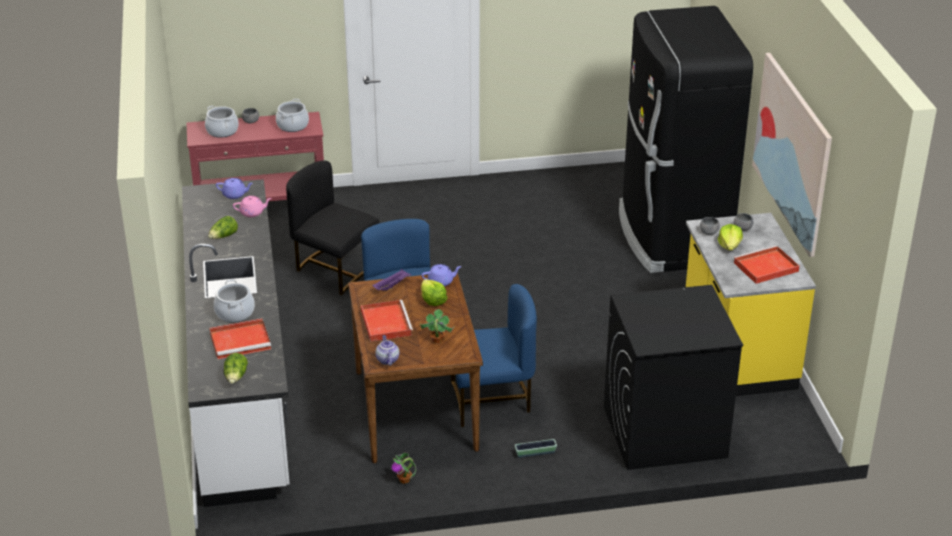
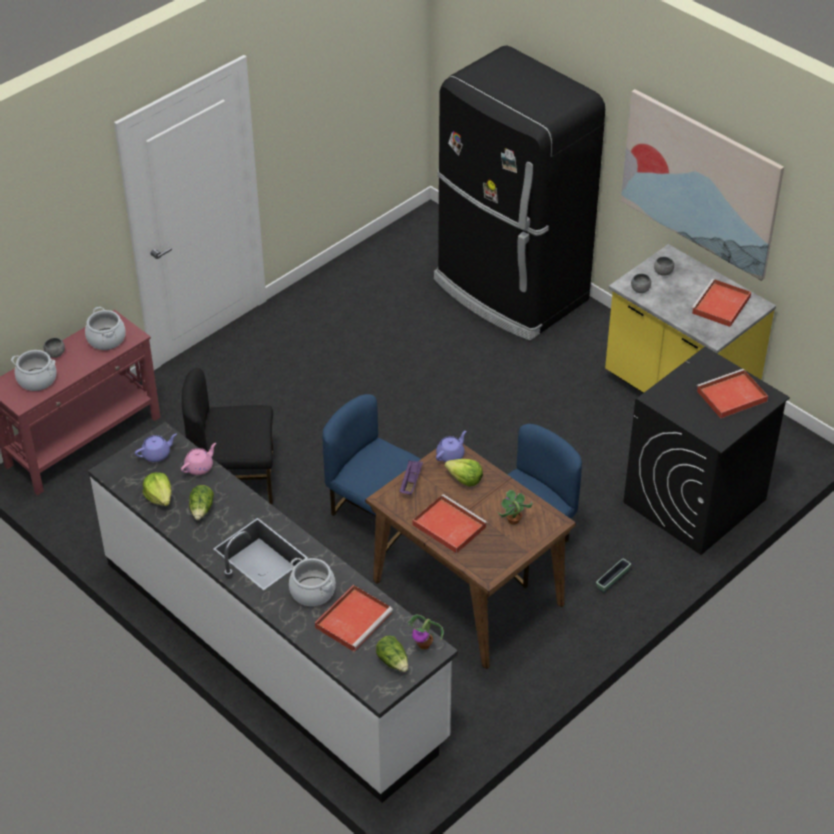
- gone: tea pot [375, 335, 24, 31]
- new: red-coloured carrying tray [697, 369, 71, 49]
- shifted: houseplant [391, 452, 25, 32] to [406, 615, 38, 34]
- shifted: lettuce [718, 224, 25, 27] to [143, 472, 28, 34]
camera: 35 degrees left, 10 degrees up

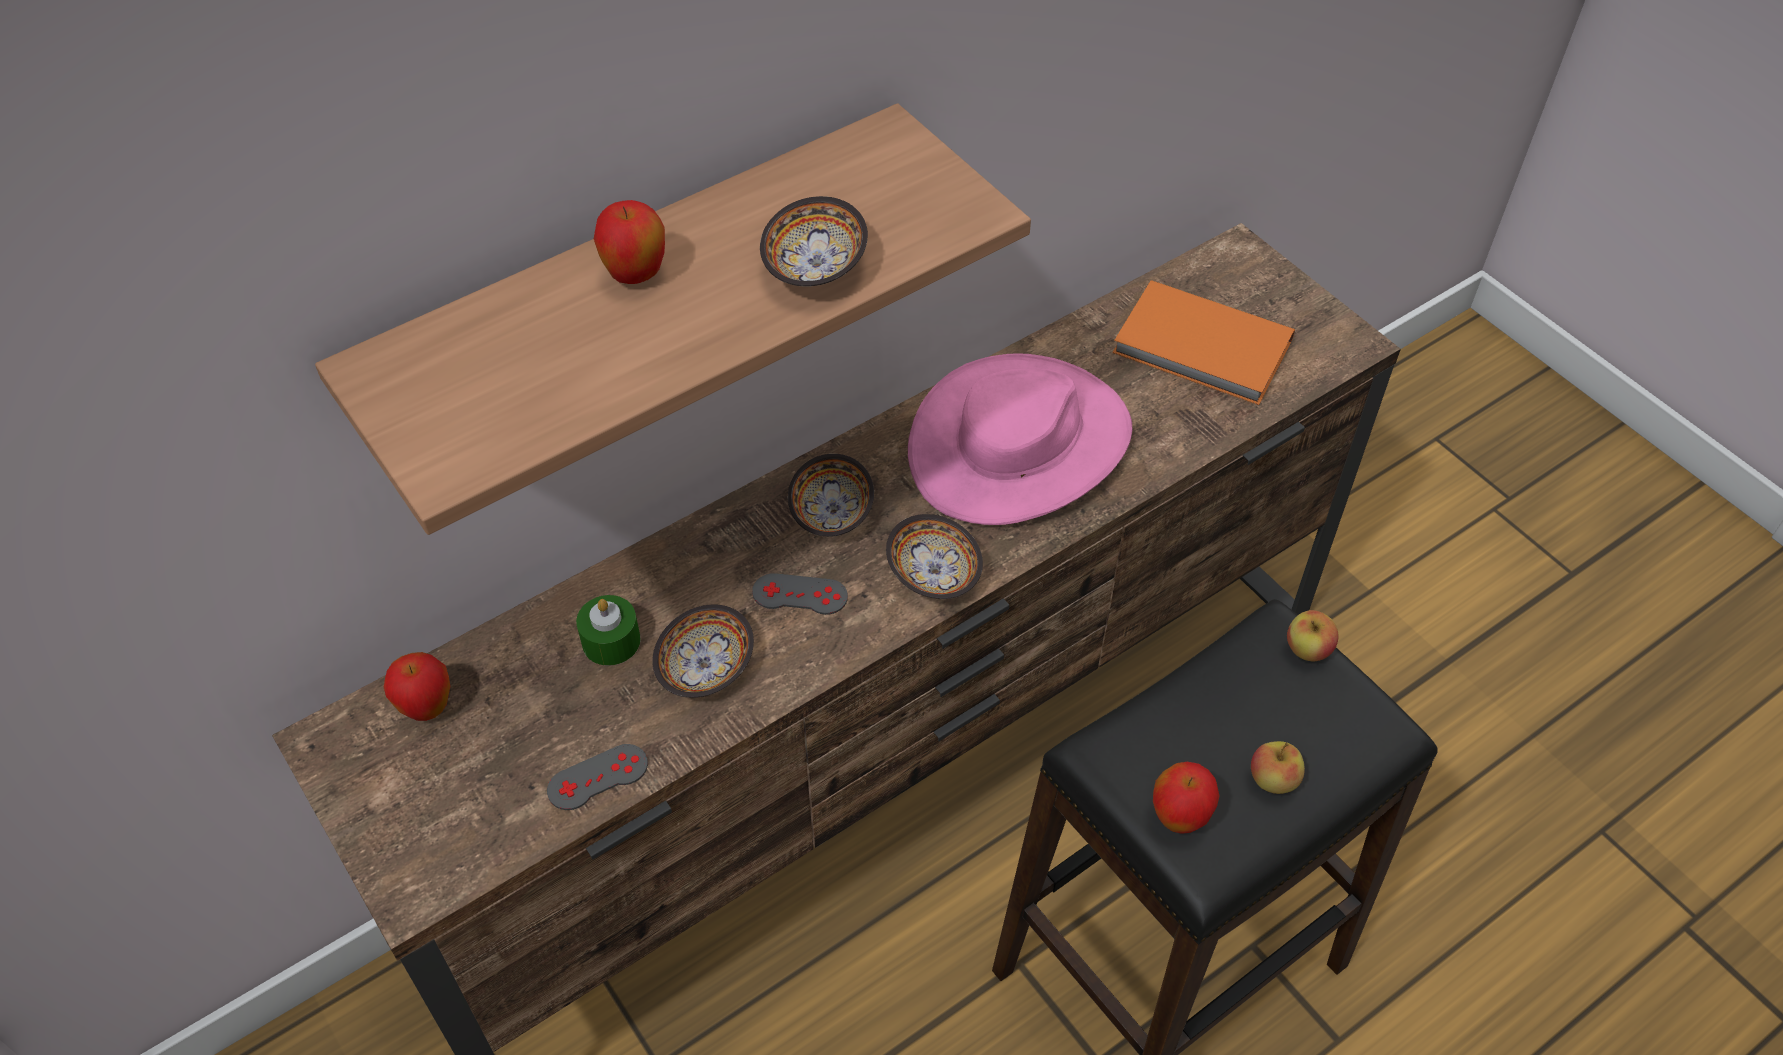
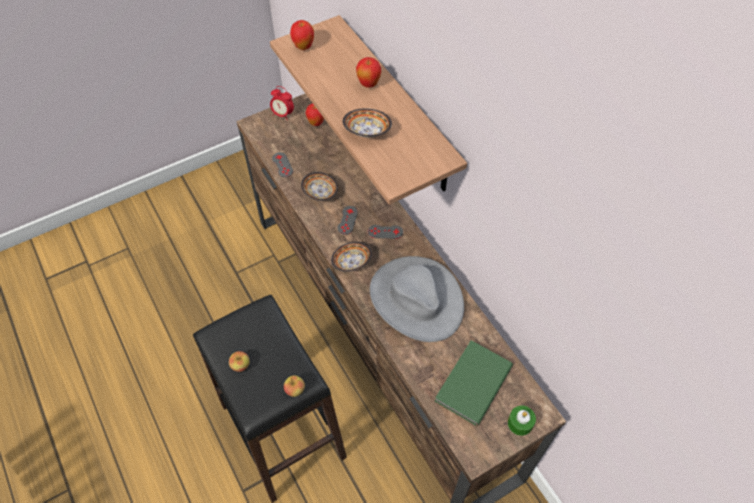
- new: table clock [270, 86, 24, 35]
- shifted: greenish wax light [576, 595, 65, 71] to [508, 406, 28, 30]
- shifted: whole apple [1153, 762, 67, 72] to [290, 20, 24, 30]
- swapped: serving bowl [788, 454, 86, 83] to greyish joypad [368, 225, 35, 14]
- repainted: pinkish clothing hat [908, 353, 224, 172] to greyish clothing hat [370, 256, 94, 86]
- repainted: orangey bound book [1112, 280, 183, 125] to greenish bound book [435, 340, 78, 86]
camera: 95 degrees right, 5 degrees up

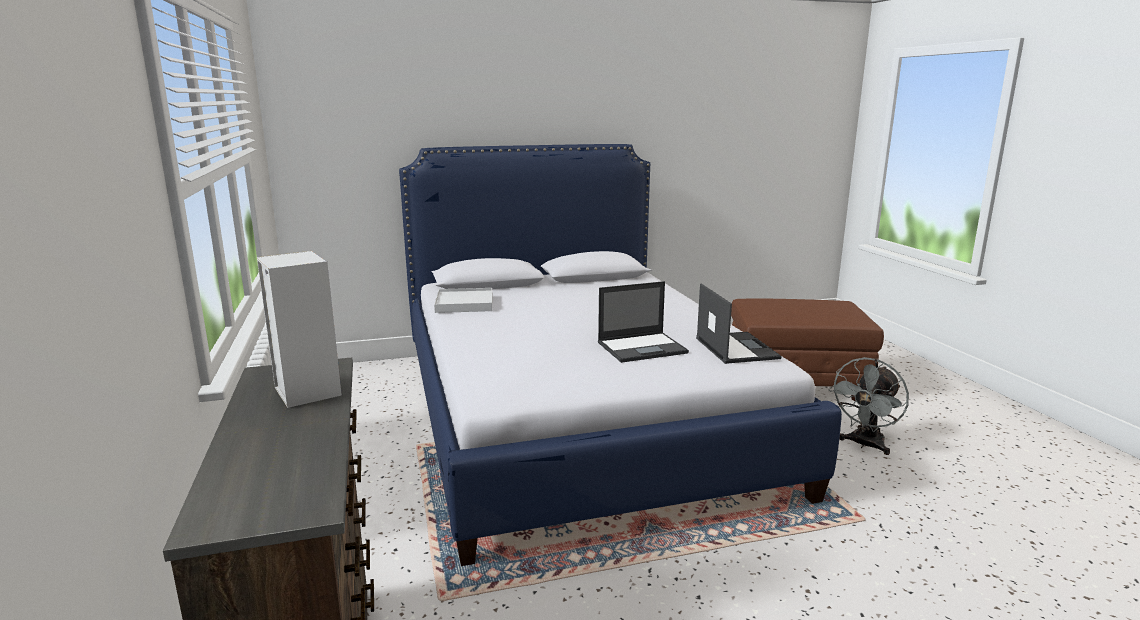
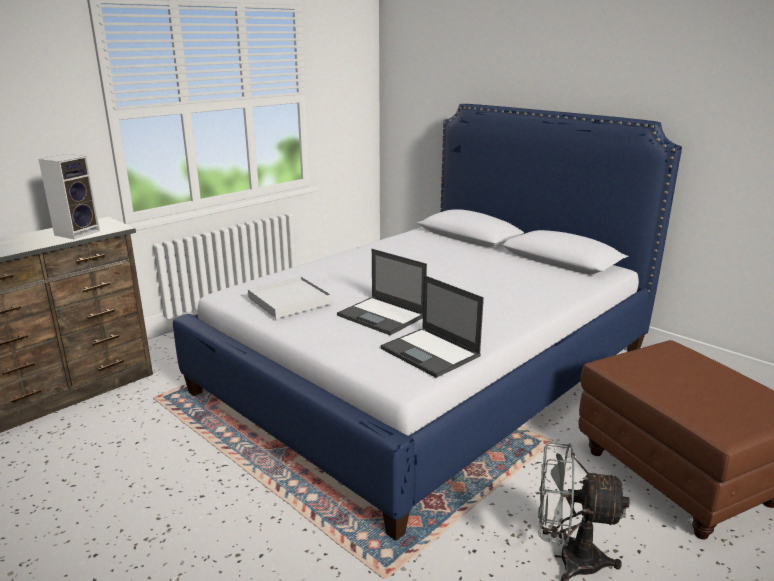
- shifted: white-coloured carrying tray [434, 288, 59, 25] to [248, 277, 84, 41]
- rotated: notebook computer [696, 283, 86, 81] = [380, 275, 104, 103] 90 degrees clockwise
camera: 60 degrees right, 5 degrees up

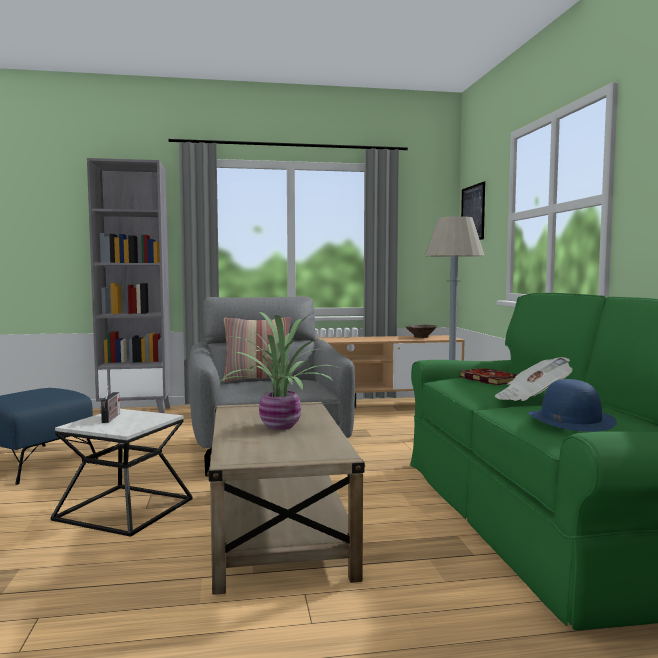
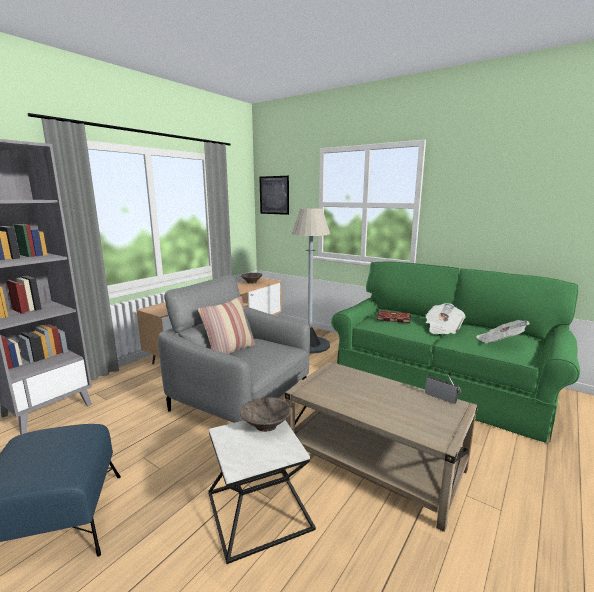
- gone: houseplant [218, 312, 121, 118]
- new: brown-coloured serving bowl [240, 397, 51, 35]
- shifted: radio set [101, 385, 19, 38] to [425, 374, 36, 30]
- swapped: bluish clothing hat [528, 379, 89, 53] to newspaper [476, 320, 54, 23]
camera: 45 degrees left, 10 degrees up

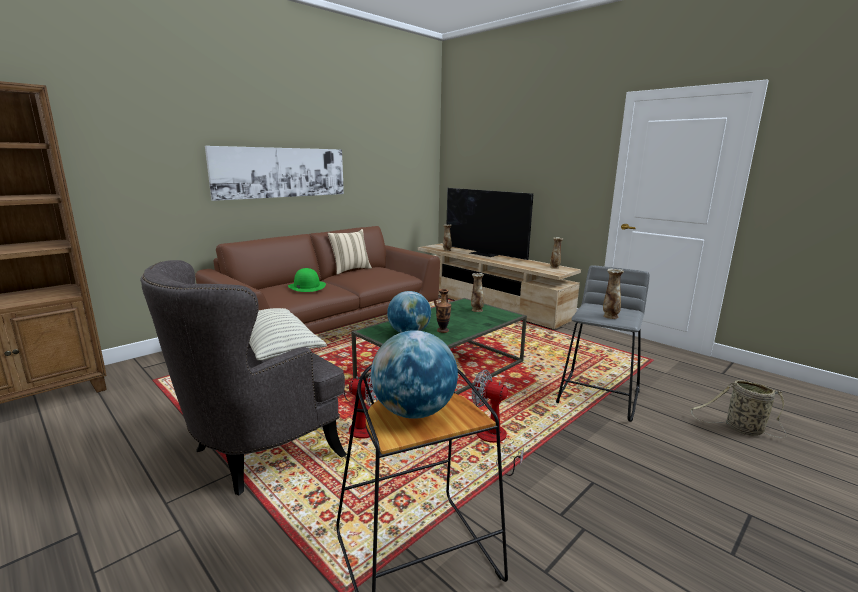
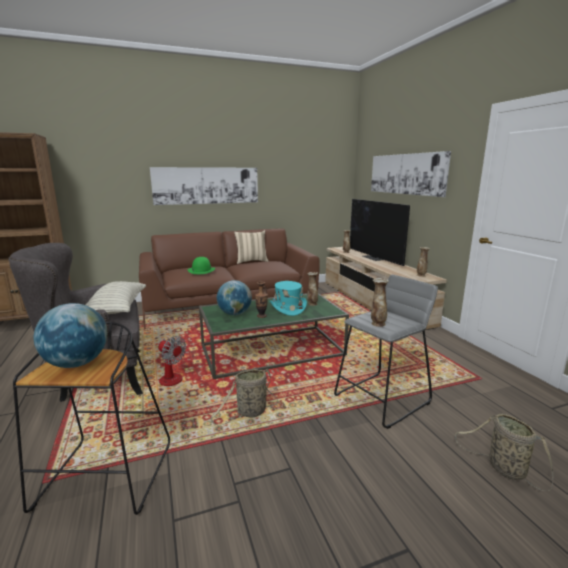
- new: turquoise clothing hat [270, 281, 37, 35]
- new: wall picture [371, 151, 80, 46]
- swapped: electric fan [472, 369, 52, 107] to basket [210, 369, 68, 57]
camera: 25 degrees right, 0 degrees up

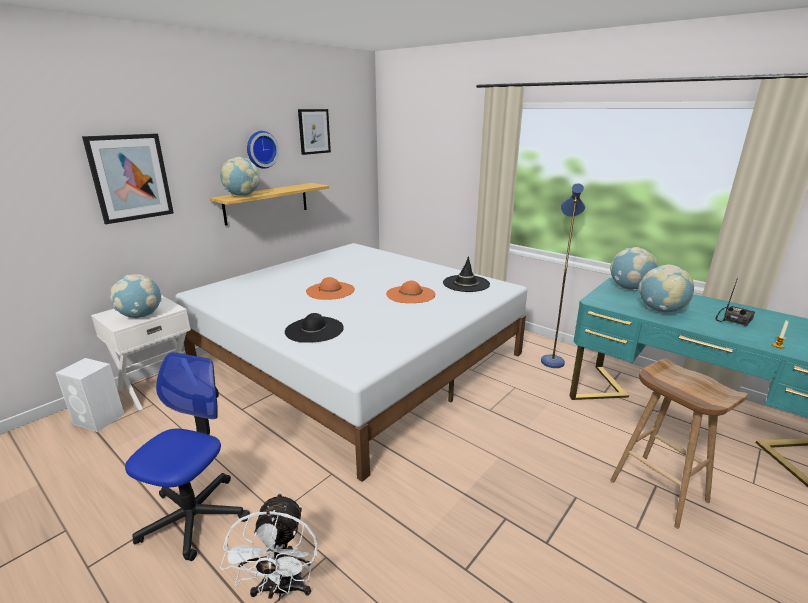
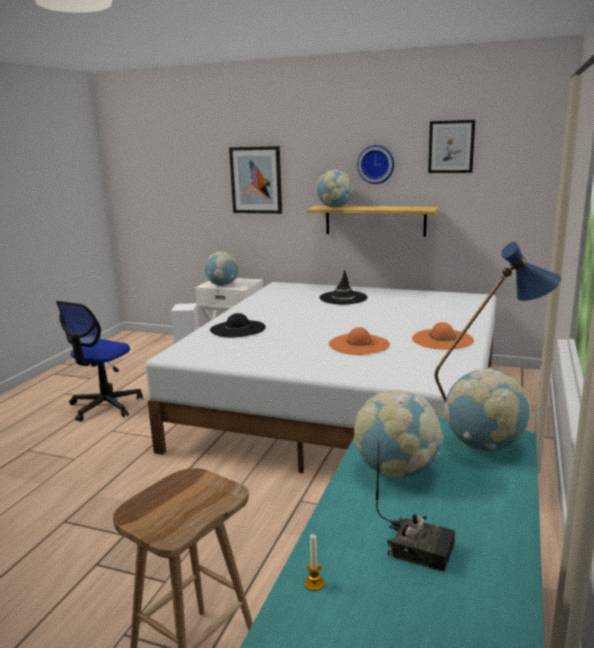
- gone: white-coloured electric fan [220, 492, 98, 108]
- shifted: orangey clothing hat [306, 277, 49, 23] to [412, 322, 62, 27]
- shifted: black-coloured clothing hat [443, 256, 47, 36] to [319, 270, 48, 34]
- rotated: desk chair [125, 352, 125, 209] = [56, 301, 87, 121] 120 degrees clockwise
camera: 70 degrees right, 5 degrees down

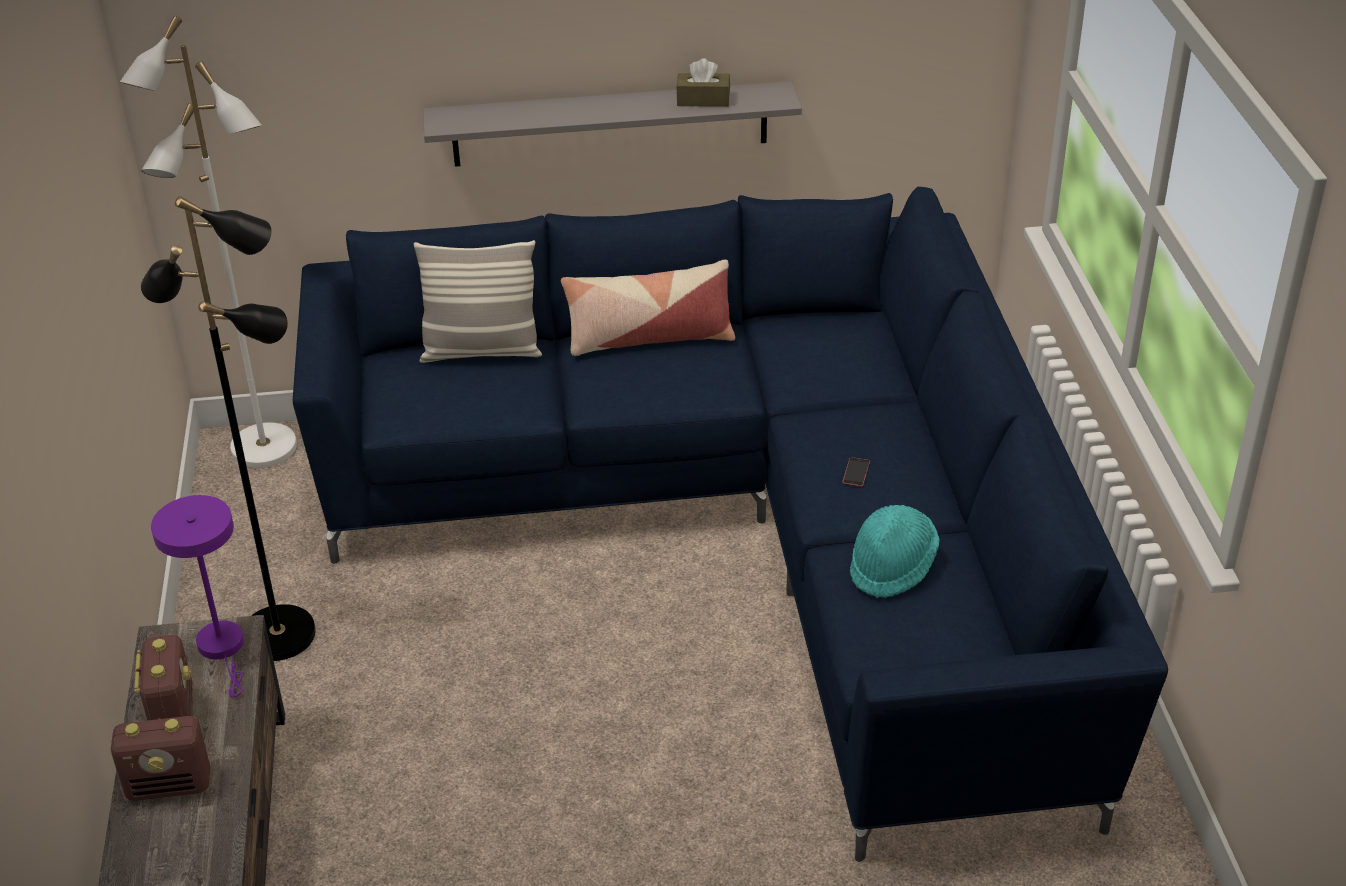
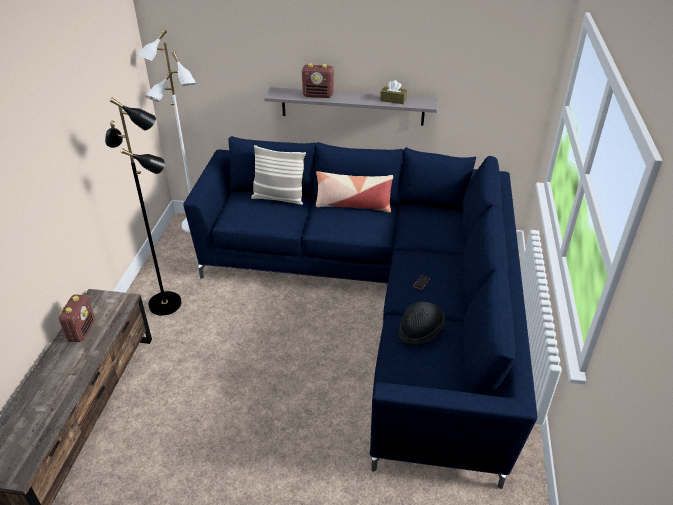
- gone: purple tabletop lamp [151, 495, 93, 203]
- shifted: radio set [111, 716, 100, 85] to [302, 63, 32, 35]
- repainted: turquoise clothing hat [850, 505, 90, 93] to black-coloured clothing hat [398, 302, 48, 44]
camera: 15 degrees right, 0 degrees up

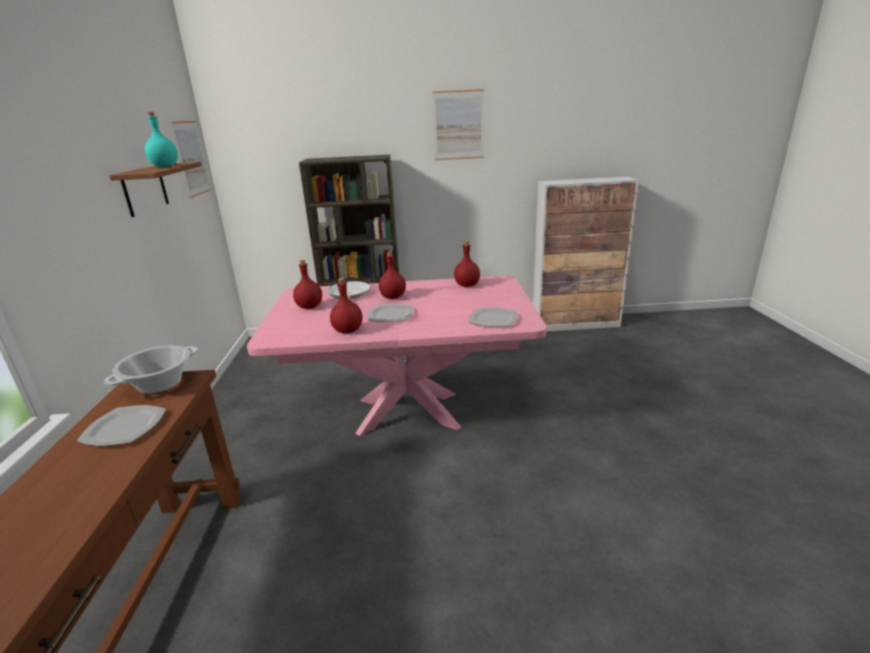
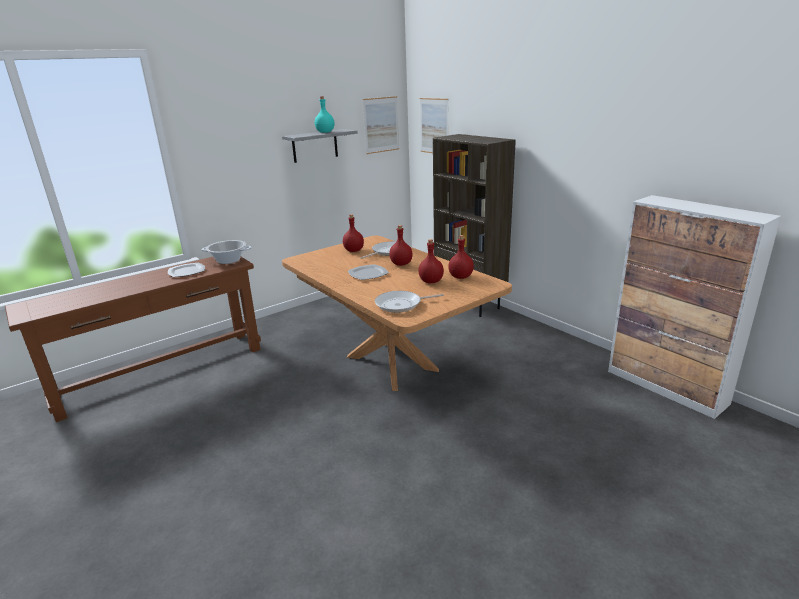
- shifted: red-coloured drink bottle [330, 278, 32, 55] to [418, 239, 26, 44]
- shifted: wall picture [432, 89, 52, 71] to [420, 98, 29, 55]
- swapped: plate [469, 307, 49, 20] to pan [375, 291, 69, 22]
- repainted: brown-coloured bracket shelf [110, 162, 92, 55] to greyish bracket shelf [282, 129, 76, 34]
- repainted: pinkish dinner table [247, 276, 300, 160] to brown-coloured dinner table [282, 236, 230, 155]
camera: 55 degrees right, 0 degrees up

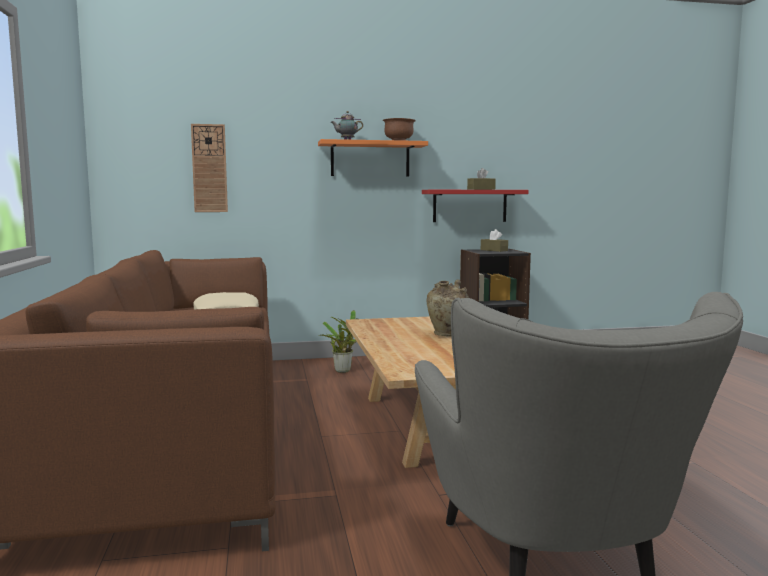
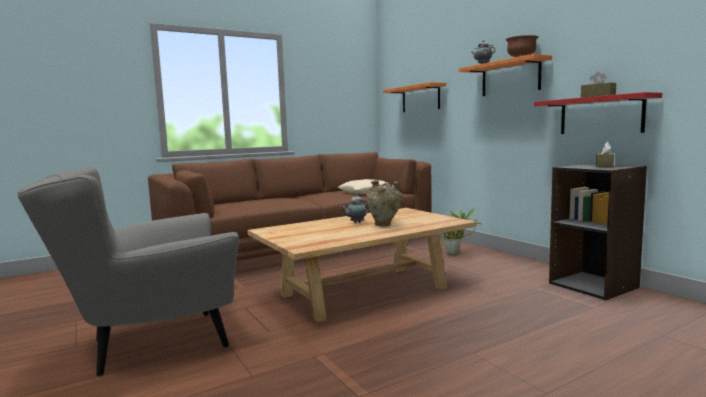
- new: tea pot [340, 194, 30, 29]
- swapped: hanging clock [191, 124, 37, 88] to orangey bracket shelf [383, 82, 63, 30]
camera: 70 degrees right, 0 degrees up

